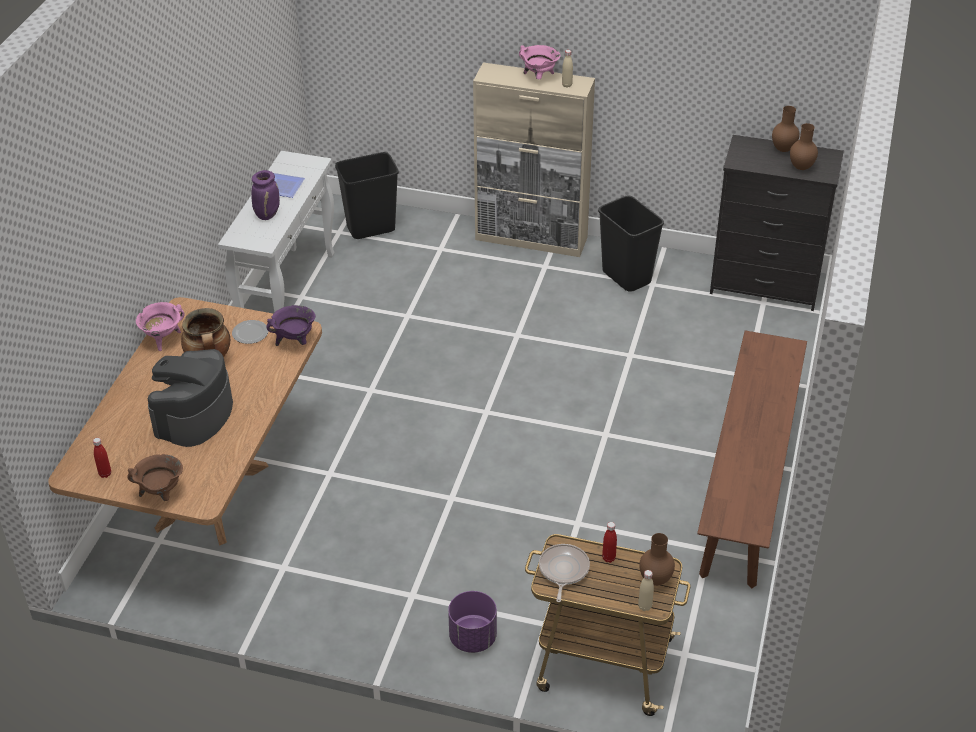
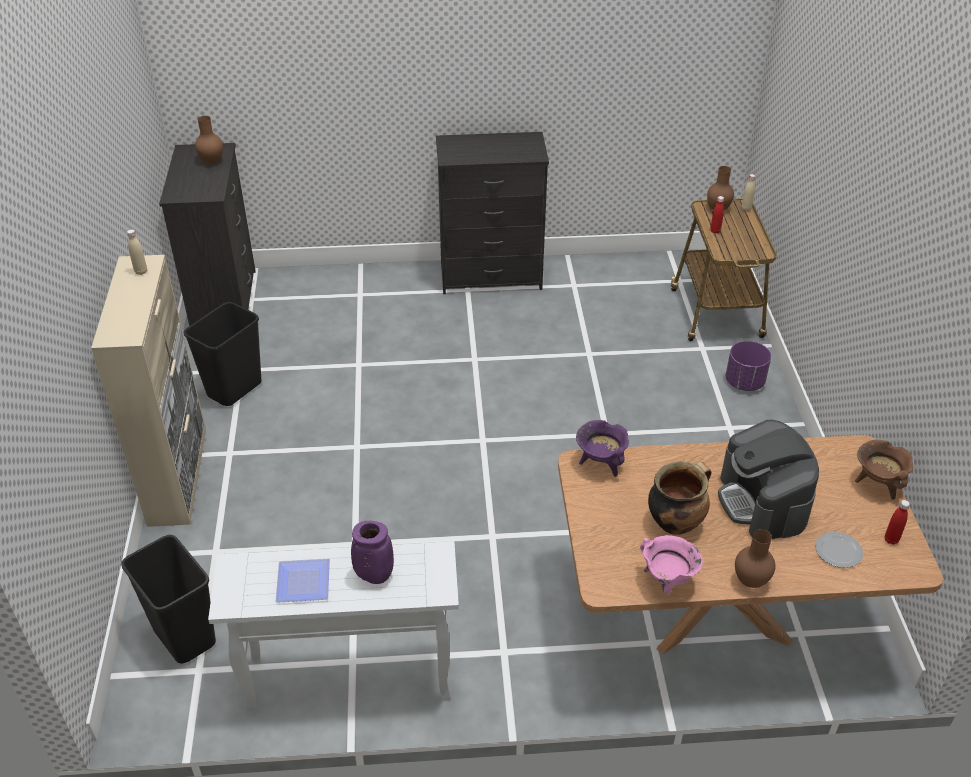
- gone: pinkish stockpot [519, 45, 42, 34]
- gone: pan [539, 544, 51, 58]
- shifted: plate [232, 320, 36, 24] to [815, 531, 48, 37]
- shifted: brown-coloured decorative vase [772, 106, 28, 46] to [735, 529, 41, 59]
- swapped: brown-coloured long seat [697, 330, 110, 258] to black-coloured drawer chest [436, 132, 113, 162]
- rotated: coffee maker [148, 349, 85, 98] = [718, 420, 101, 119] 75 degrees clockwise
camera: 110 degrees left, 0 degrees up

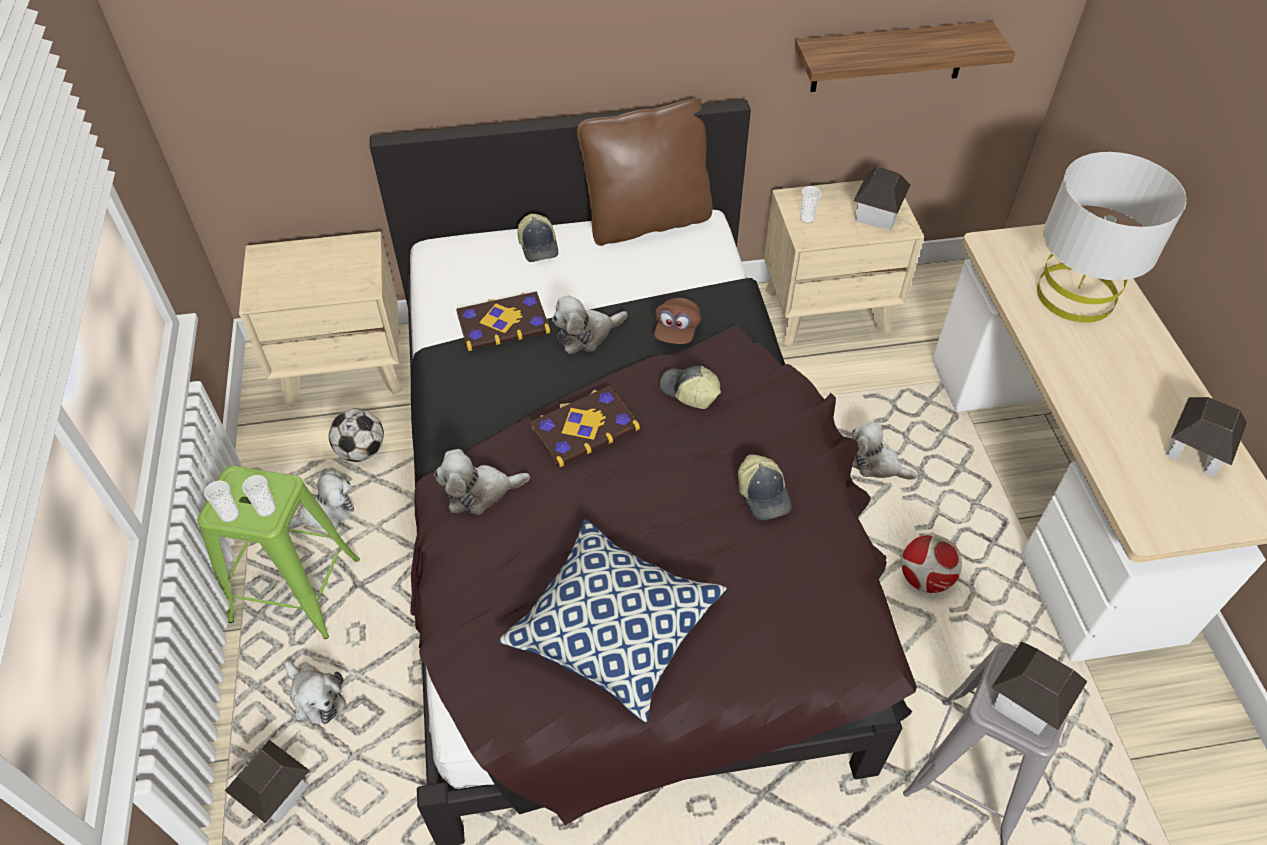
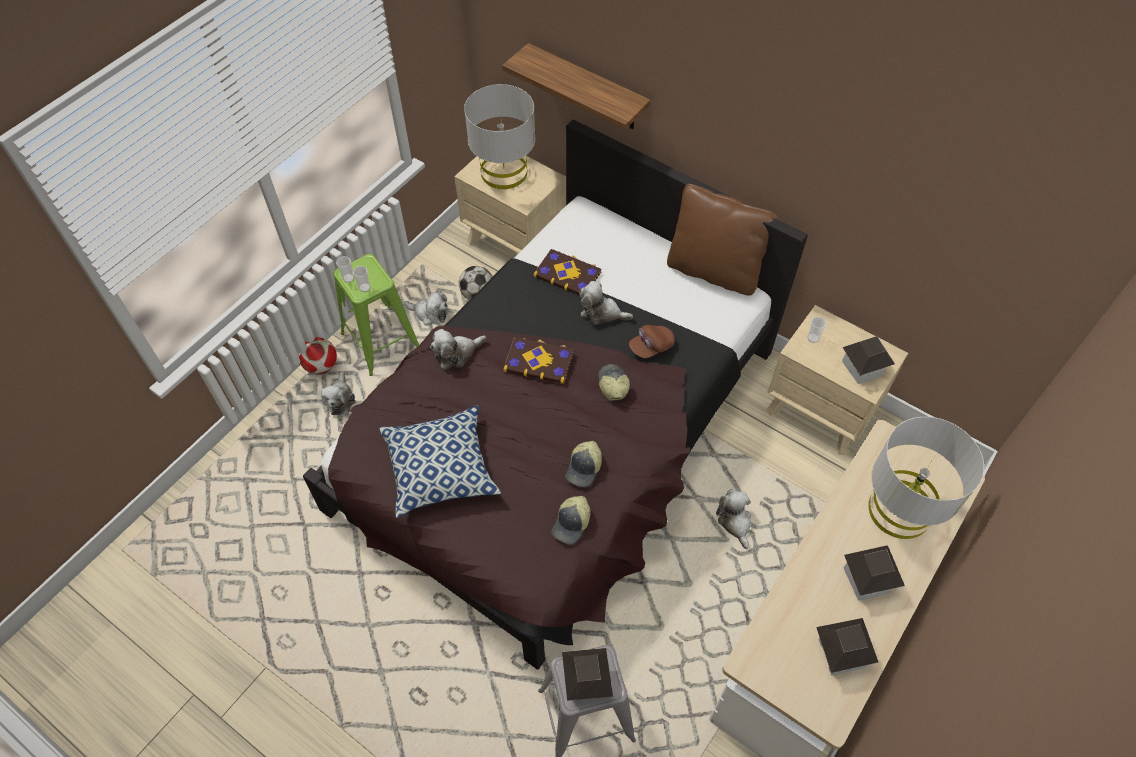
- new: greyish tabletop lamp [464, 84, 71, 105]
- shifted: model house [225, 740, 85, 84] to [844, 545, 61, 56]
- shifted: cap [518, 213, 40, 49] to [551, 496, 39, 48]
- shifted: bracket shelf [795, 21, 220, 71] to [502, 43, 148, 87]
- shifted: football ball [902, 534, 60, 59] to [298, 337, 39, 38]
- rotated: cuddly toy [434, 449, 96, 66] = [430, 329, 56, 41] 60 degrees counterclockwise
camera: 45 degrees right, 5 degrees up

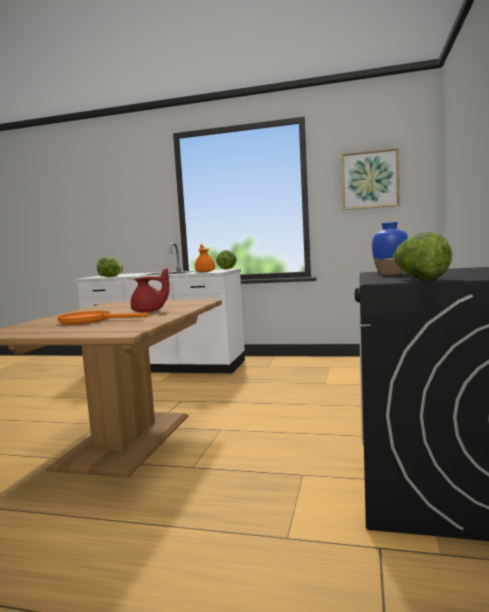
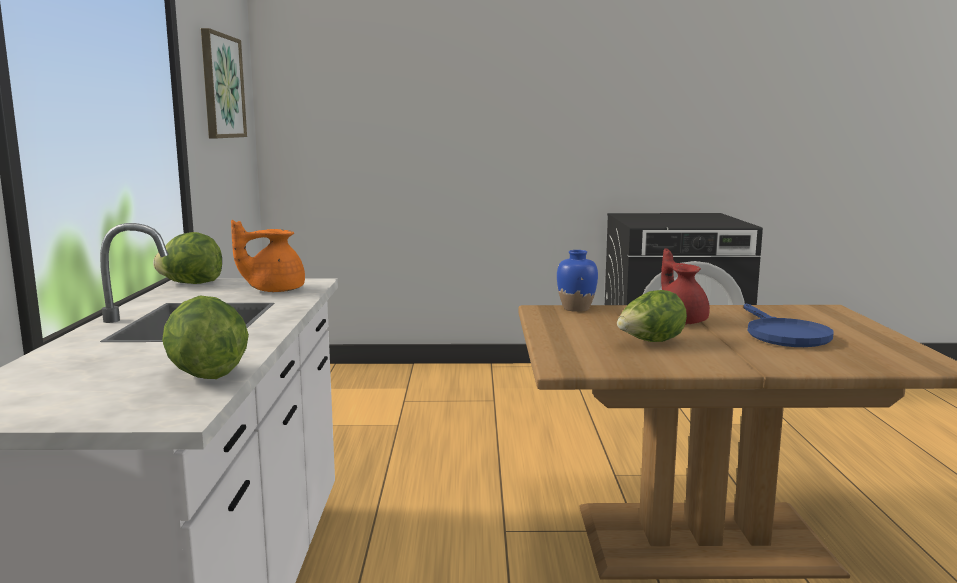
- shifted: bluish decorative vase [372, 222, 36, 53] to [557, 250, 41, 62]
- shifted: lettuce [393, 232, 59, 48] to [617, 290, 70, 52]
- repainted: orangey pan [57, 311, 91, 14] to bluish pan [743, 304, 91, 43]
camera: 105 degrees left, 5 degrees up

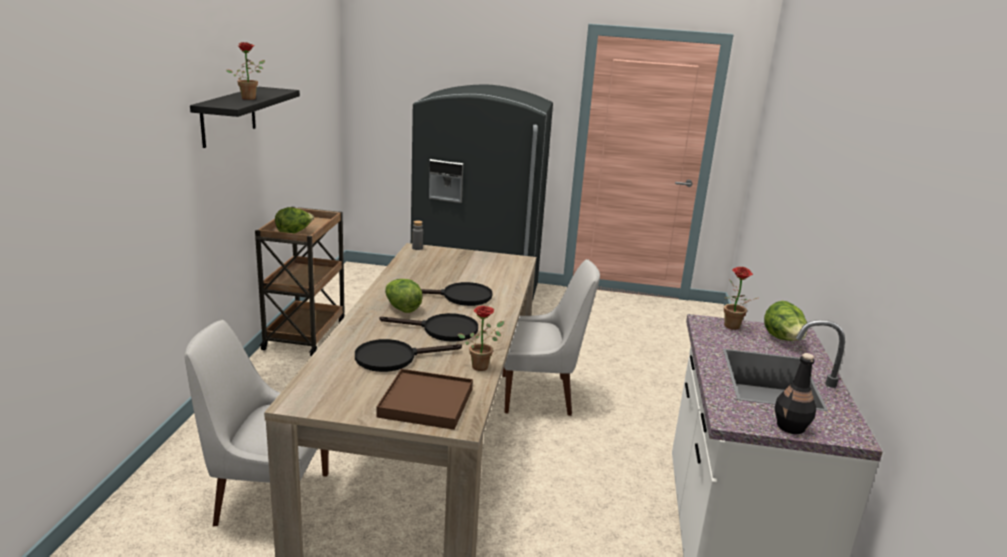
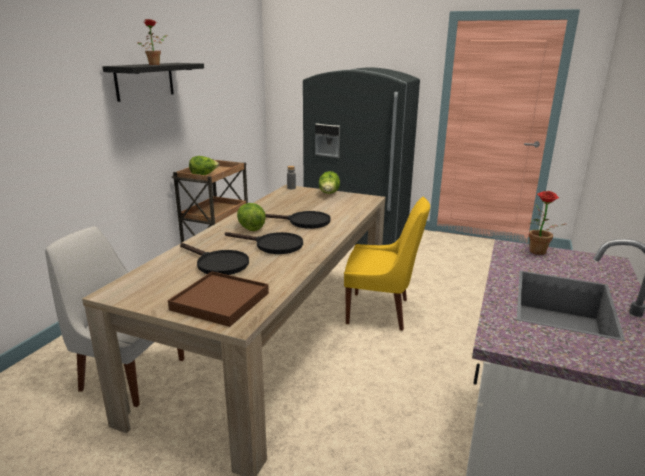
- gone: houseplant [458, 306, 46, 65]
- gone: black-coloured drink bottle [775, 353, 41, 81]
- shifted: lettuce [764, 301, 43, 40] to [319, 171, 21, 23]
- repainted: white-coloured plain chair [503, 259, 97, 157] to yellow-coloured plain chair [344, 197, 86, 134]
- rotated: black-coloured pan [355, 339, 107, 33] = [180, 243, 69, 32] 135 degrees counterclockwise
camera: 15 degrees right, 0 degrees up

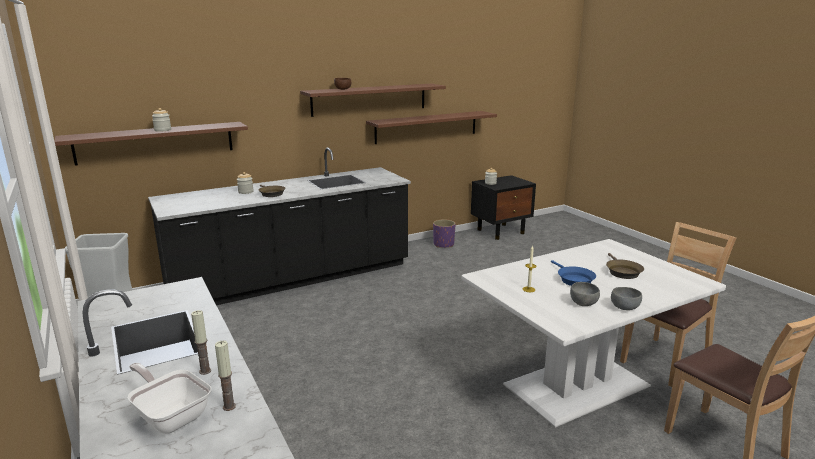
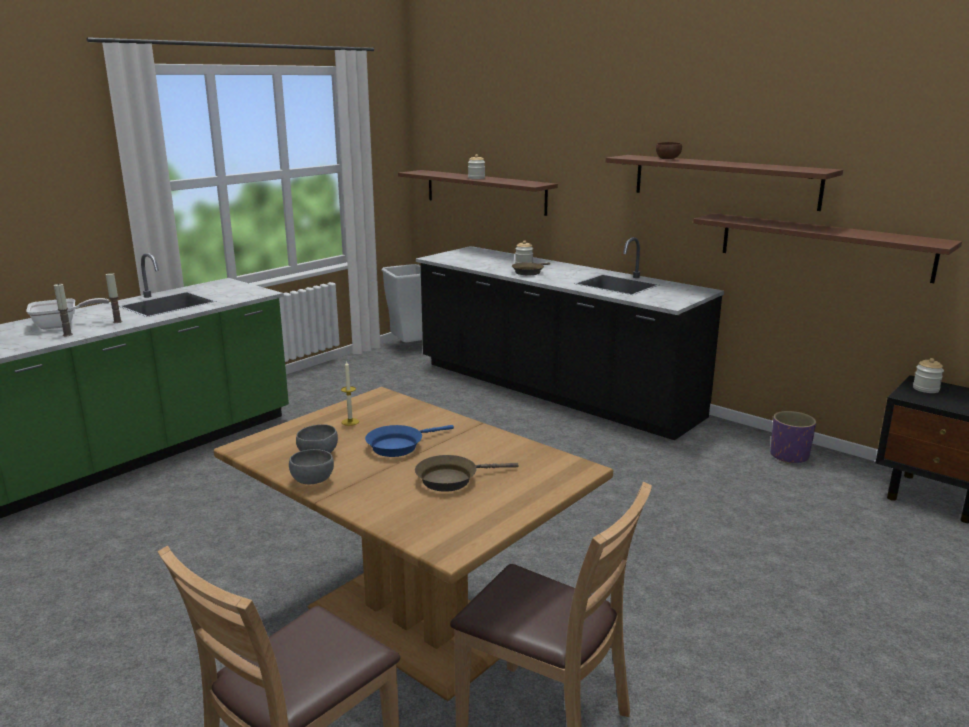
- repainted: white-coloured dinner table [462, 239, 264, 189] to brown-coloured dinner table [214, 387, 399, 314]
- rotated: pan [127, 363, 84, 71] = [26, 298, 83, 32] 45 degrees clockwise
camera: 70 degrees right, 0 degrees up

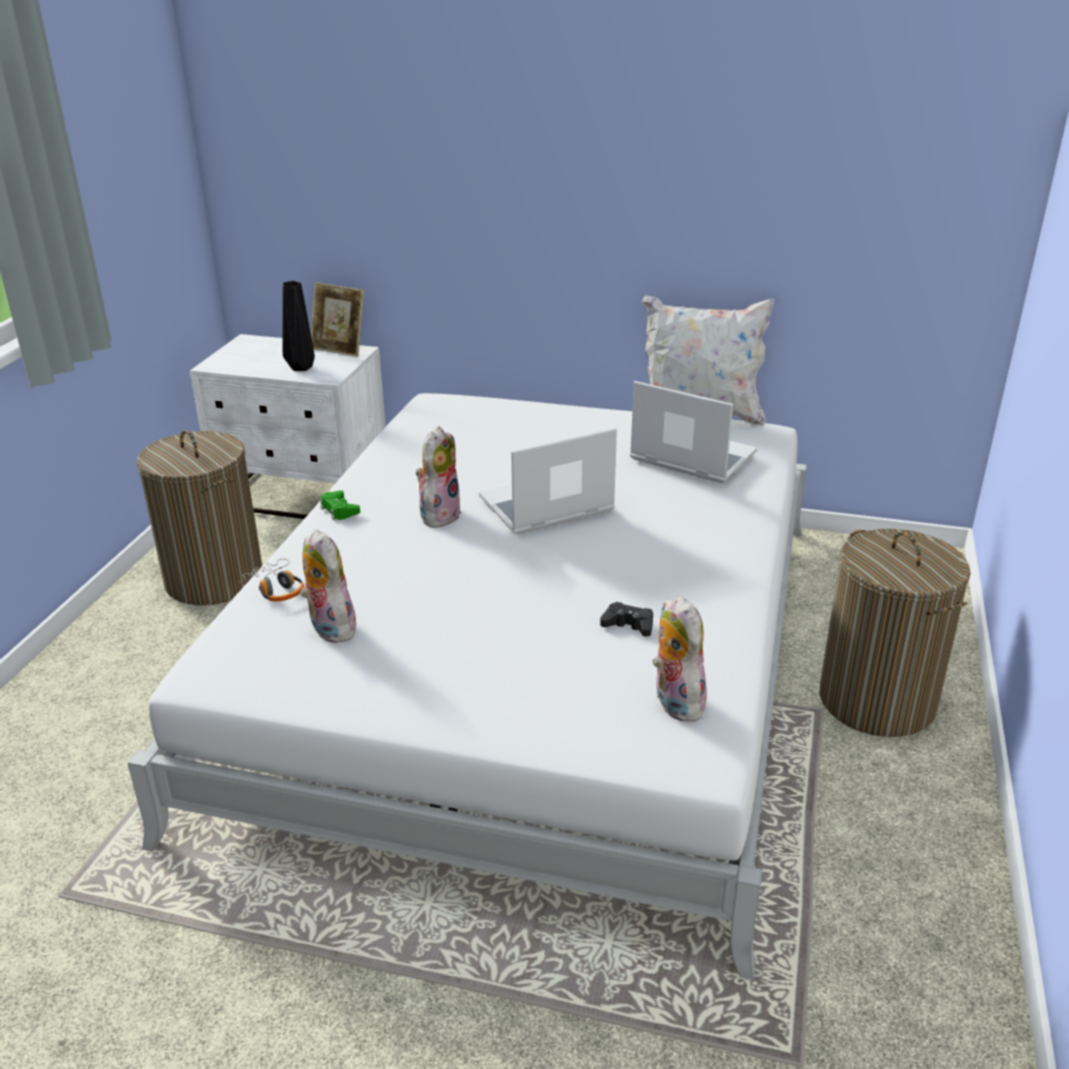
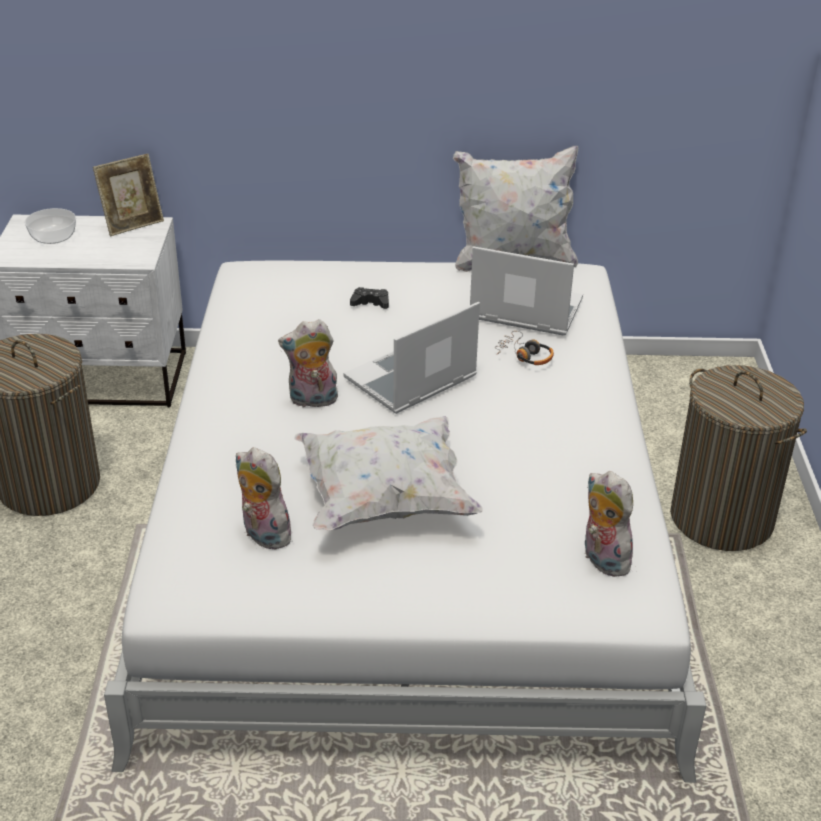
- gone: black-coloured decorative vase [282, 281, 33, 90]
- gone: greenish joypad [320, 490, 40, 30]
- new: serving bowl [25, 208, 51, 36]
- new: white-coloured pillow [294, 416, 189, 114]
- shifted: headset [238, 559, 66, 42] to [495, 331, 59, 34]
- shifted: black-coloured joypad [600, 602, 53, 35] to [350, 287, 39, 22]
- rotated: picture frame [311, 282, 53, 75] = [93, 154, 71, 82] 45 degrees counterclockwise
- rotated: cuddly toy [416, 426, 45, 103] = [278, 319, 60, 88] 105 degrees counterclockwise
camera: 15 degrees left, 5 degrees up

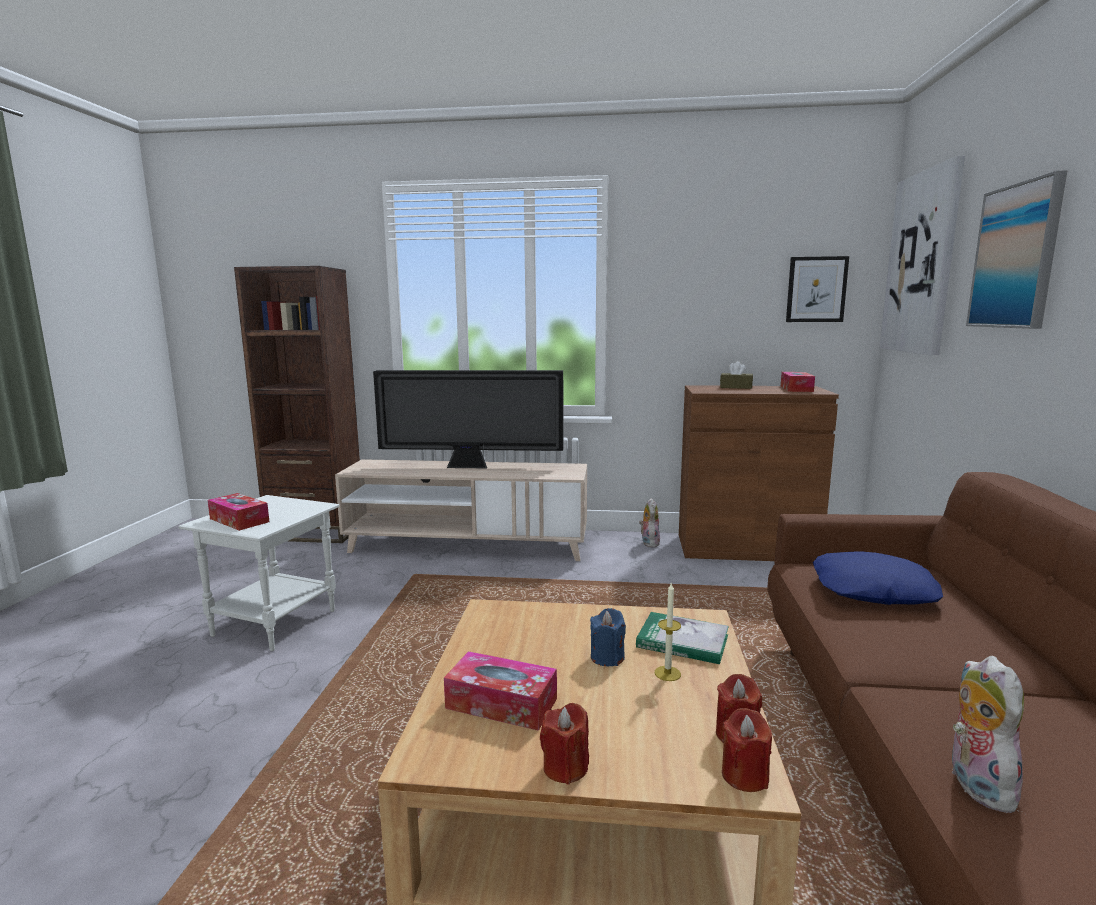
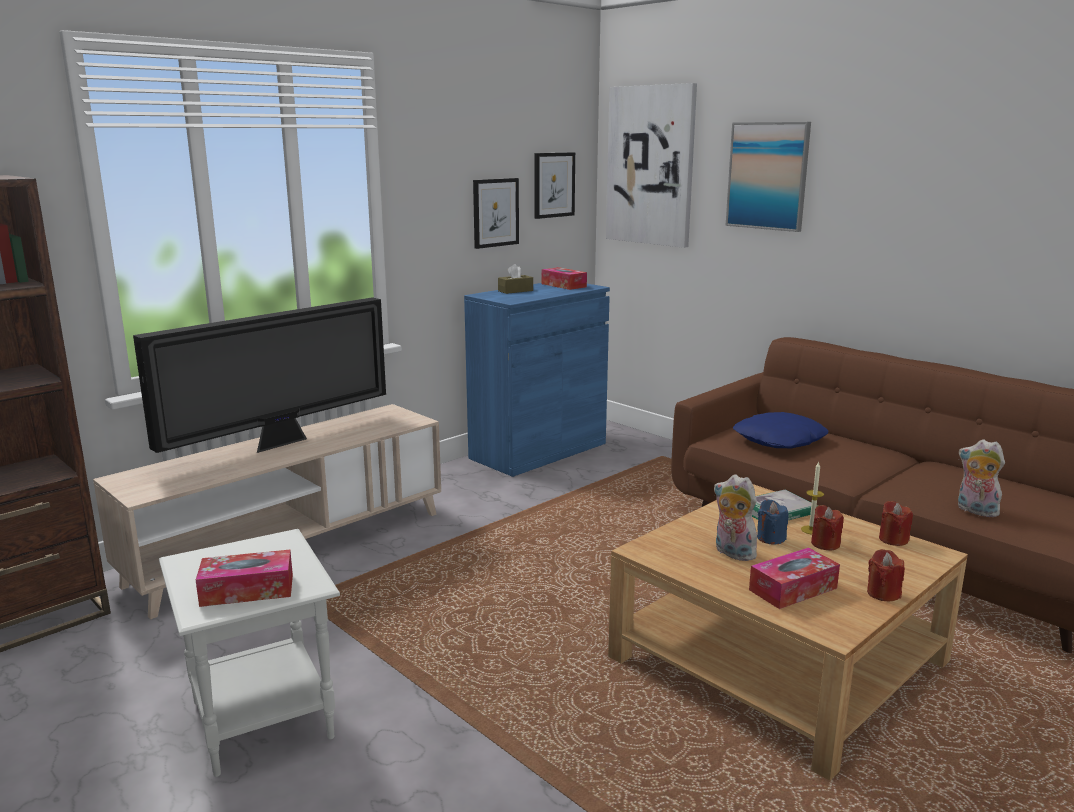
- new: wall picture [473, 178, 46, 71]
- shifted: cuddly toy [639, 498, 21, 49] to [713, 474, 46, 87]
- shifted: red-coloured wax light [722, 708, 50, 84] to [811, 505, 33, 45]
- repainted: brown-coloured cabinet [679, 385, 160, 176] to bluish cabinet [464, 283, 146, 194]
camera: 50 degrees left, 5 degrees up

